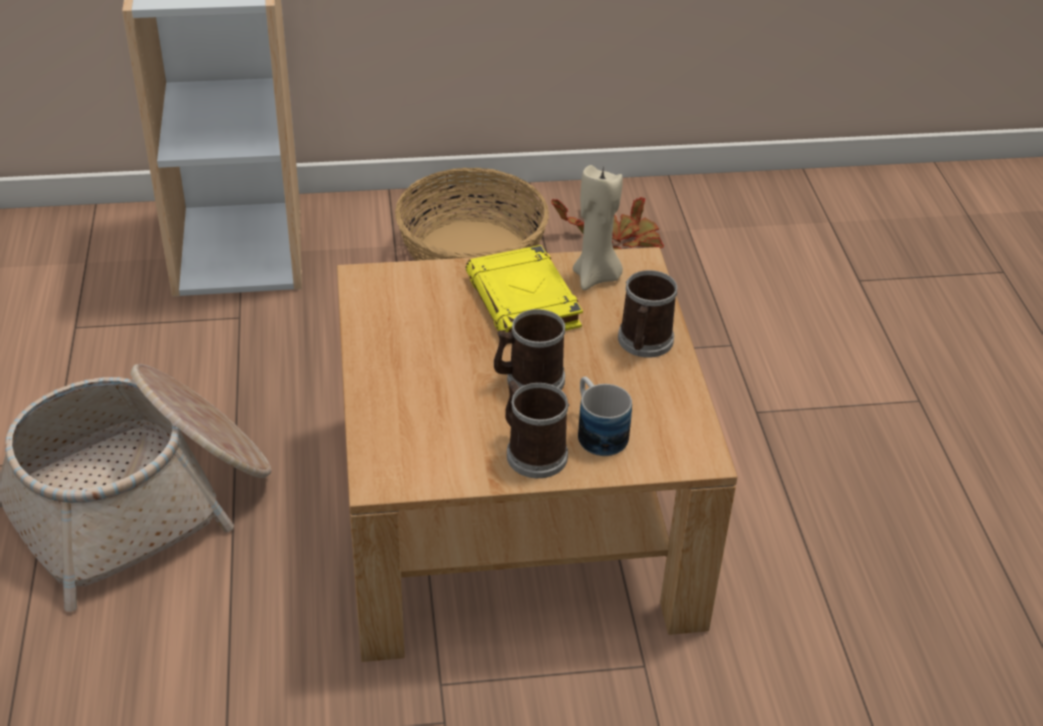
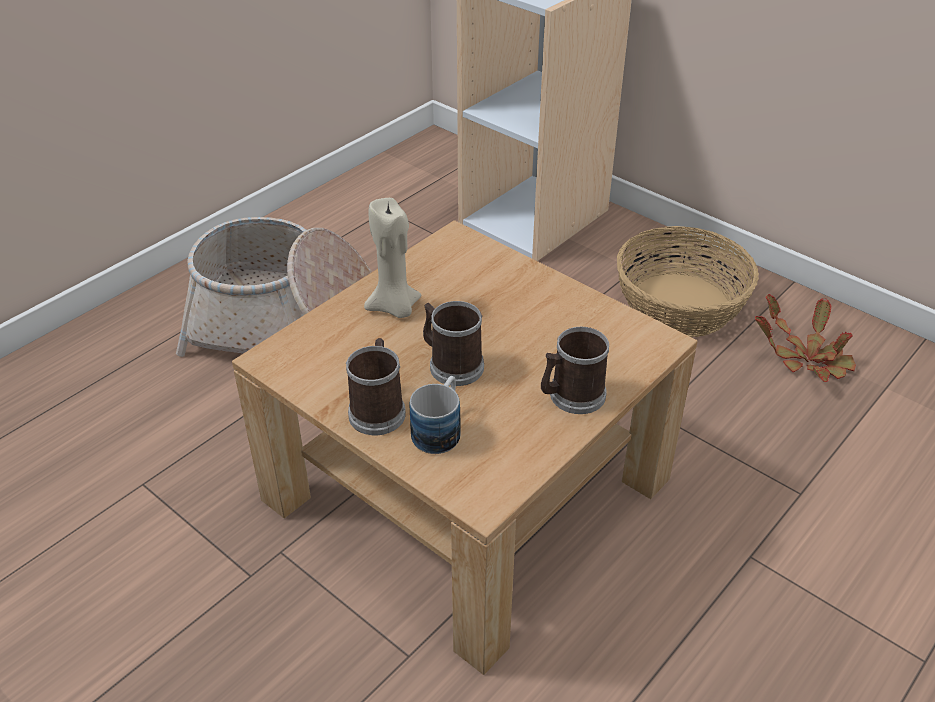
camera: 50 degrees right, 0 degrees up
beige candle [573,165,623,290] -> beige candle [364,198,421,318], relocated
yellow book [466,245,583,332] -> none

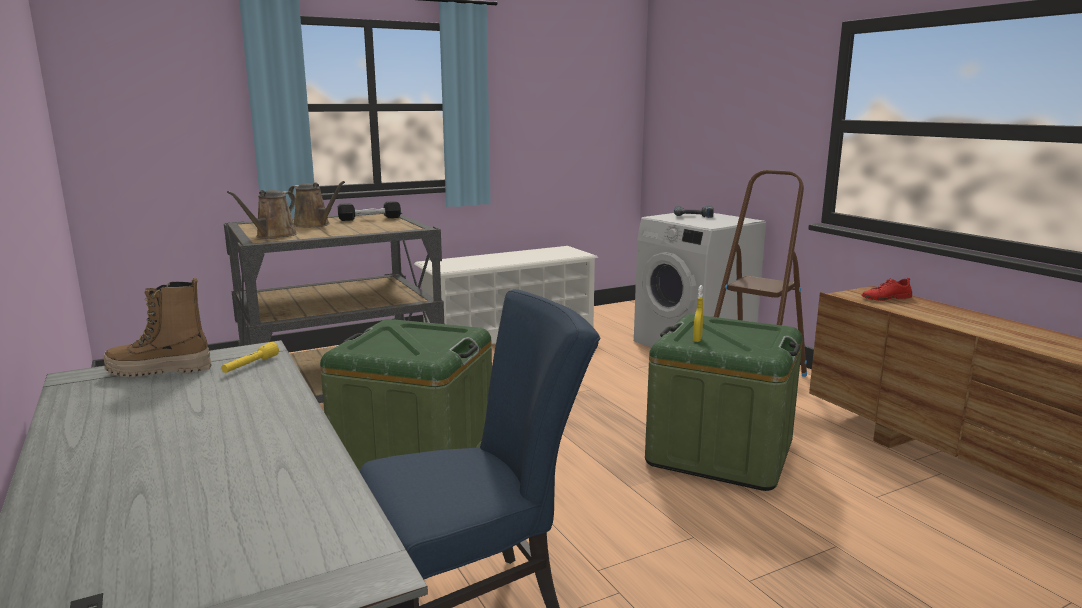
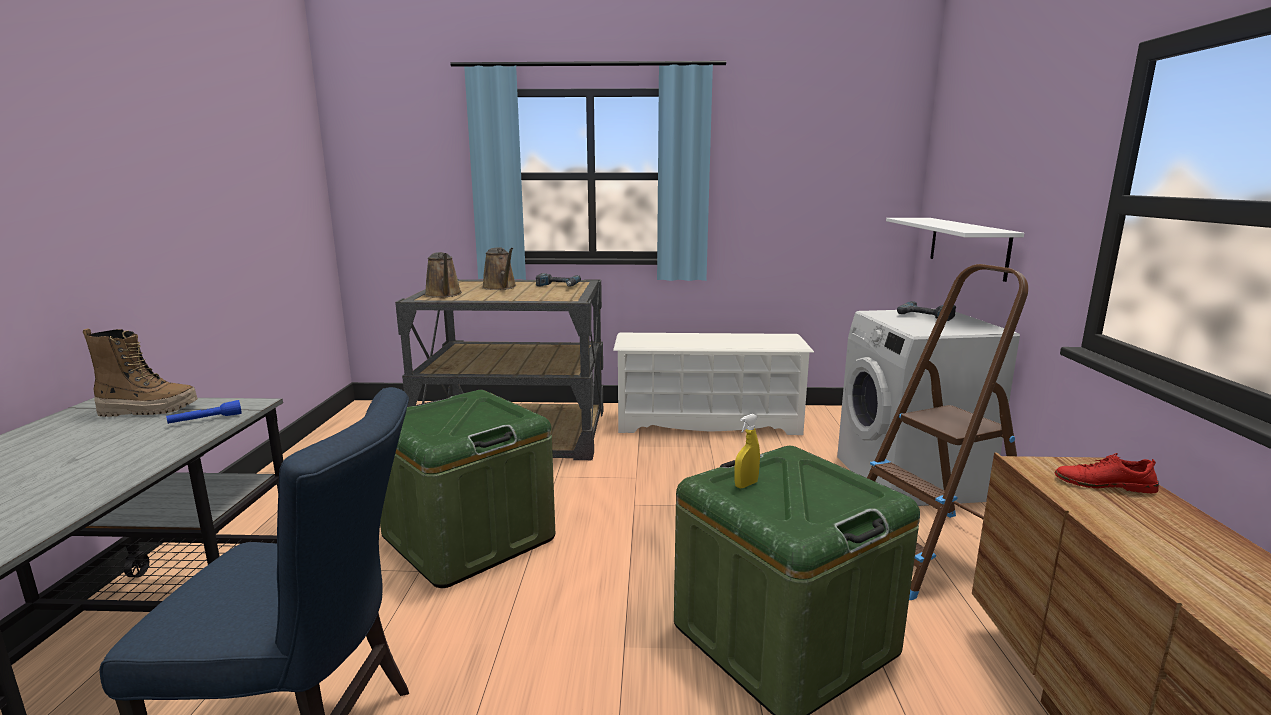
camera: 30 degrees right, 0 degrees up
boot [104,277,212,377] -> boot [83,328,198,417], 150 degrees clockwise
yellow flashlight [221,342,279,373] -> blue flashlight [166,400,242,424]
brown watering can [227,190,297,239] -> brown watering can [425,252,462,298], 75 degrees counterclockwise
black dumbbell [338,201,401,221] -> power drill [536,273,581,287]
none -> white shelf [886,218,1024,282]

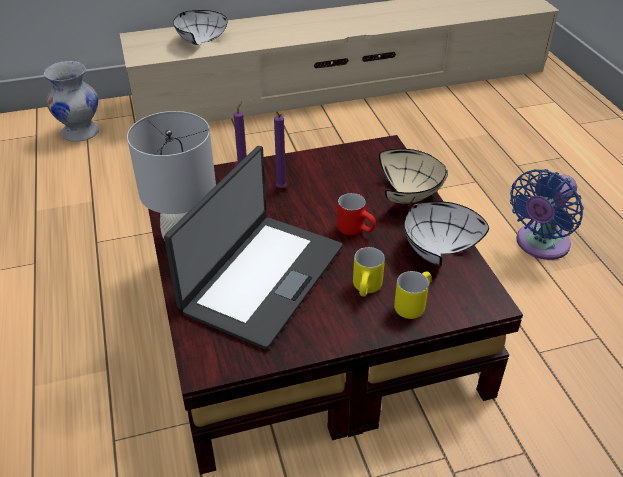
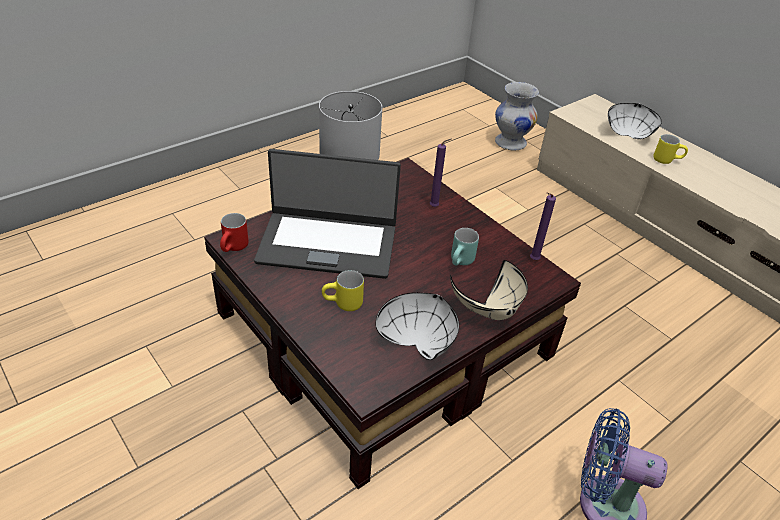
camera: 65 degrees right, 0 degrees up
red mug [337,193,376,236] -> red mug [220,213,249,252], relocated
none -> turquoise mug [451,228,479,266]
purple candle [274,114,287,188] -> purple candle [530,192,556,260], relocated
yellow mug [394,271,431,319] -> yellow mug [653,134,688,164], relocated

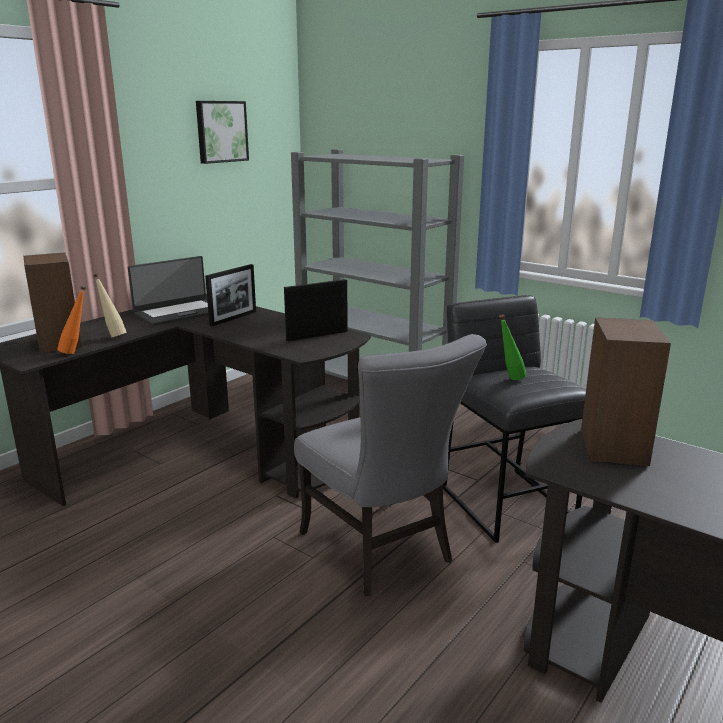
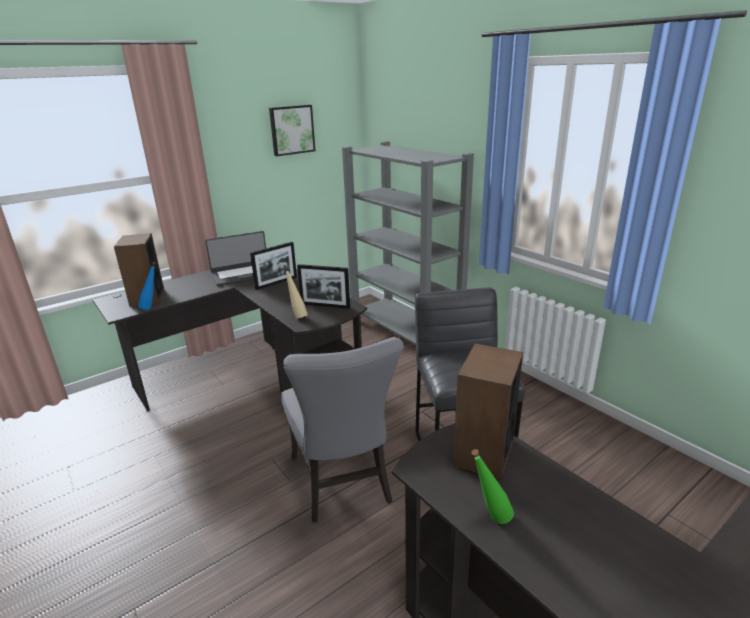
camera: 15 degrees right, 5 degrees up
orange bottle [57,286,86,354] -> blue bottle [138,262,156,310]
beige bottle [93,274,127,338] -> beige bottle [284,267,308,319], relocated
picture frame [284,279,348,342] -> picture frame [297,264,350,309], 150 degrees counterclockwise
green bottle [499,314,526,380] -> green bottle [471,449,514,524], relocated

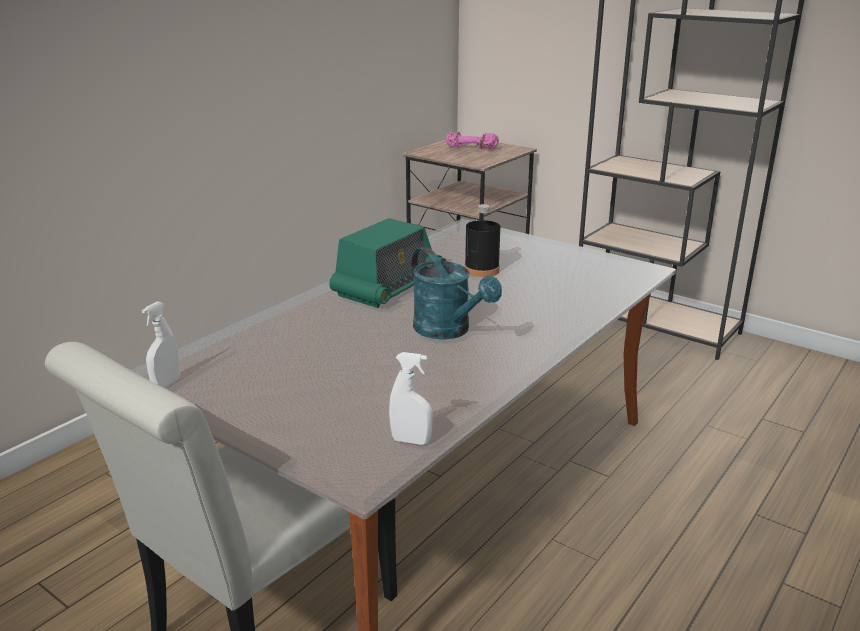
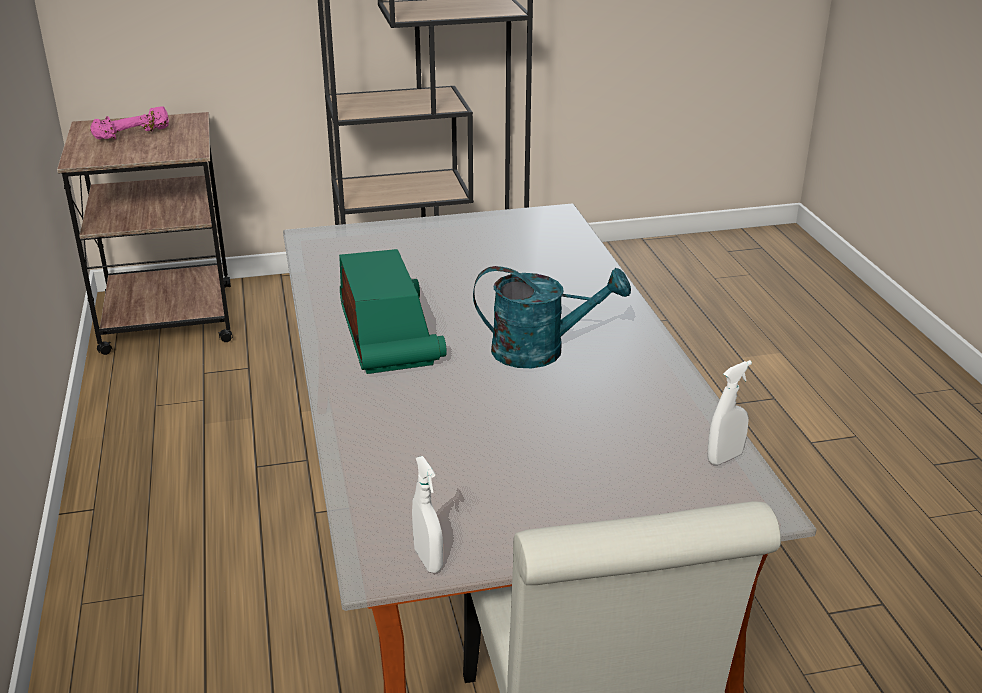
camera: 50 degrees left, 5 degrees up
black bottle [465,204,500,277] -> none

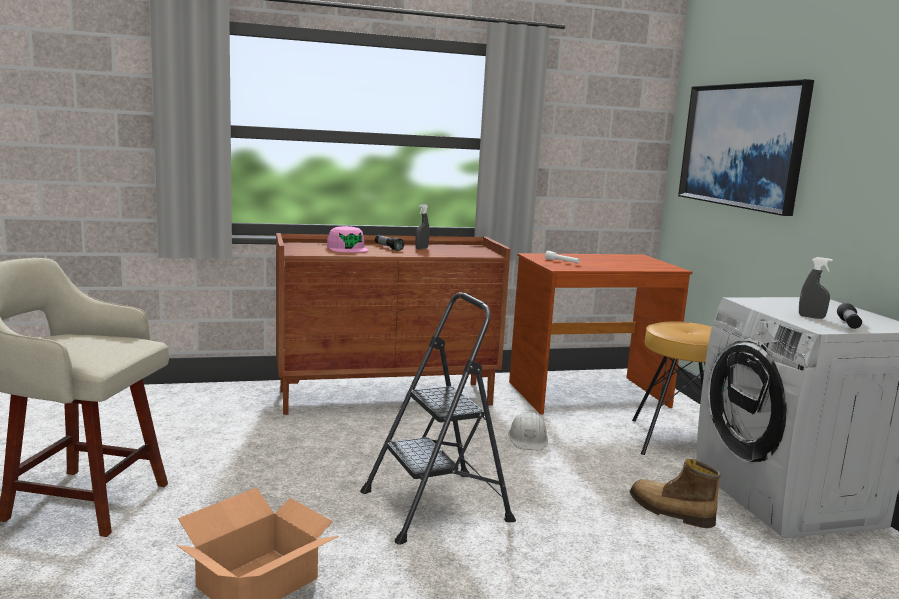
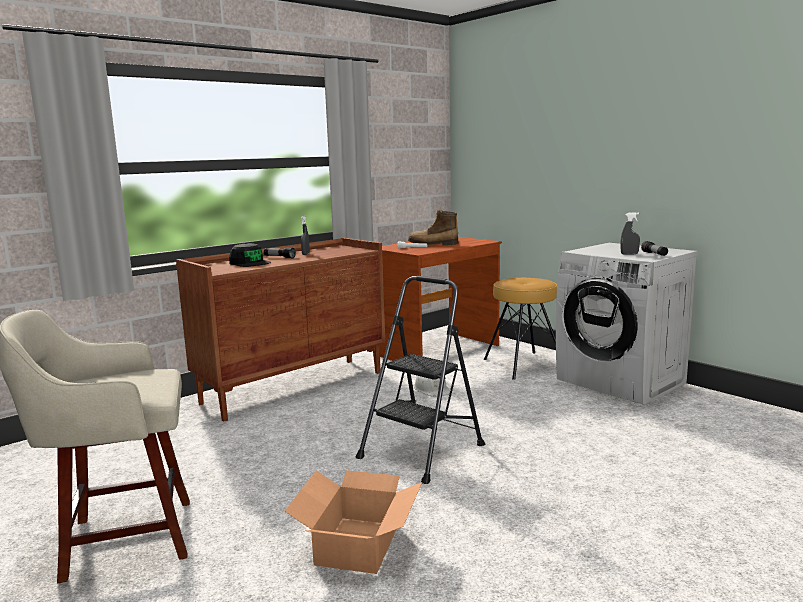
camera: 25 degrees left, 0 degrees up
pink cap [327,226,369,253] -> black cap [229,243,271,267]
boot [630,459,721,528] -> boot [408,210,459,246], relocated
picture [678,79,814,216] -> none

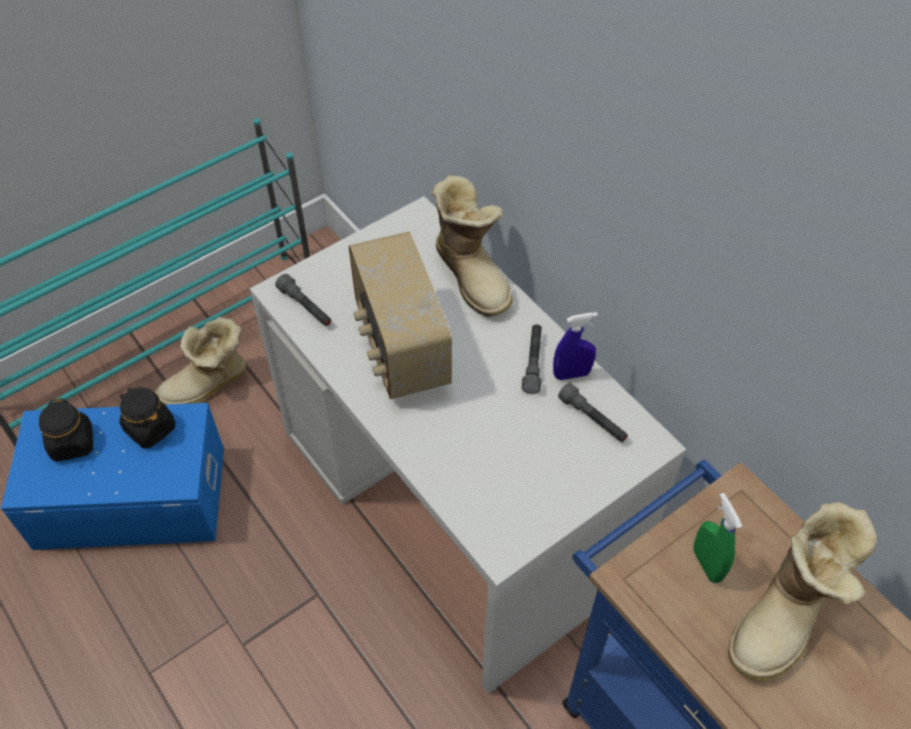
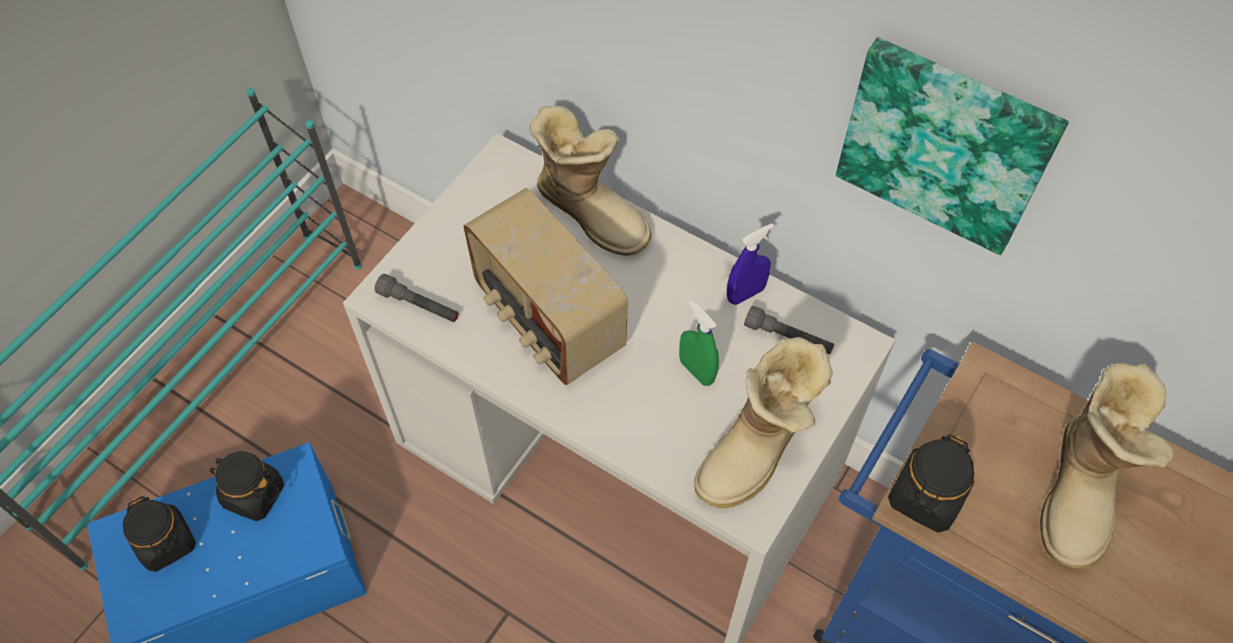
camera: 20 degrees left, 5 degrees up
green spray bottle [693,493,742,583] -> green spray bottle [679,300,719,386], relocated
boot [155,317,246,405] -> boot [694,337,833,508], relocated
none -> picture [836,37,1069,255]
none -> black jar [888,434,974,532]
grey flashlight [522,324,542,394] -> none

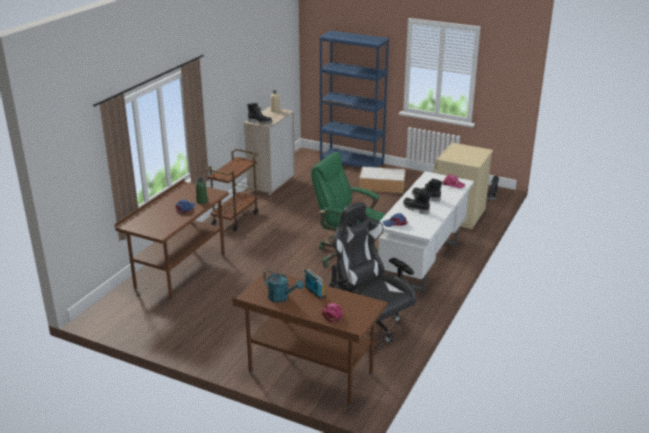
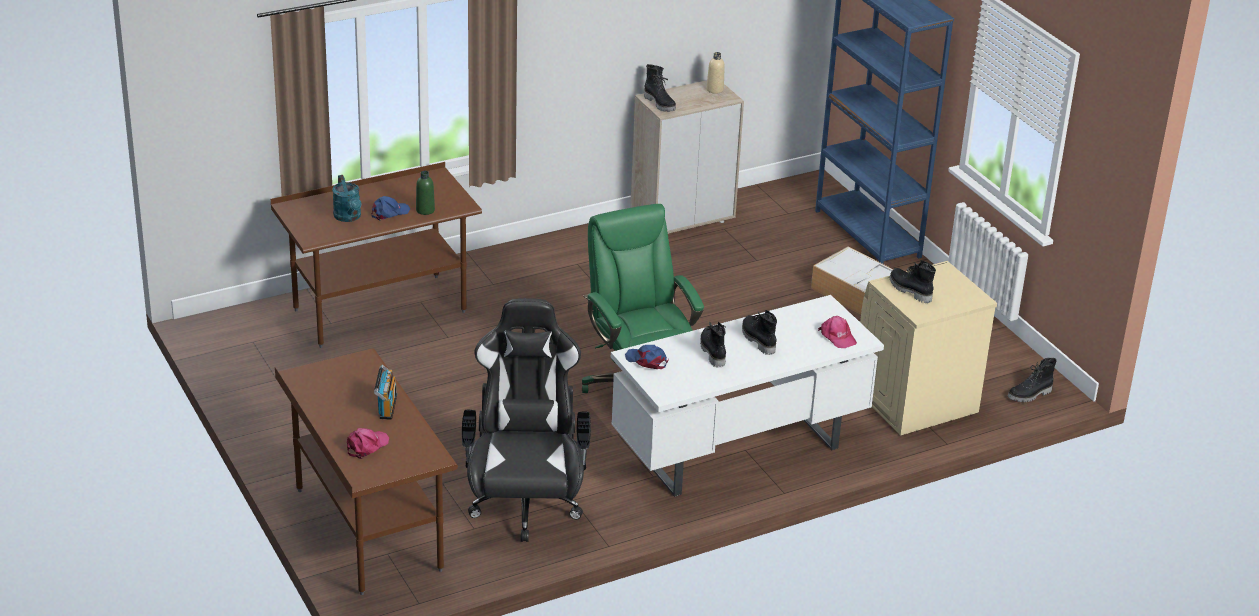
camera: 35 degrees right, 5 degrees up
turquoise watering can [264,270,303,302] -> turquoise watering can [332,175,361,222], relocated
none -> black boot [889,260,936,303]
brown cart [205,149,259,232] -> none

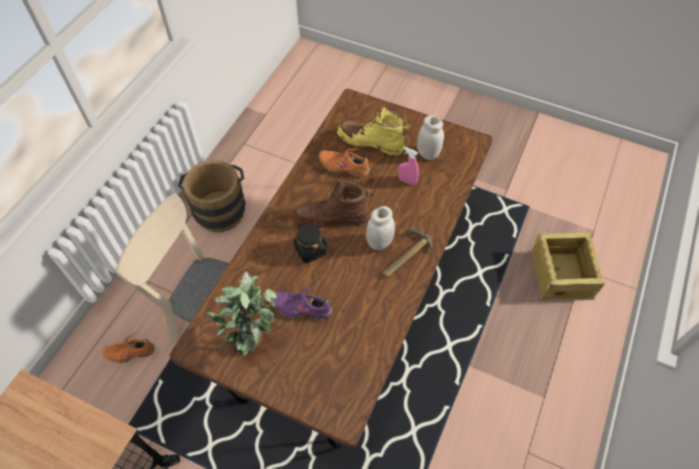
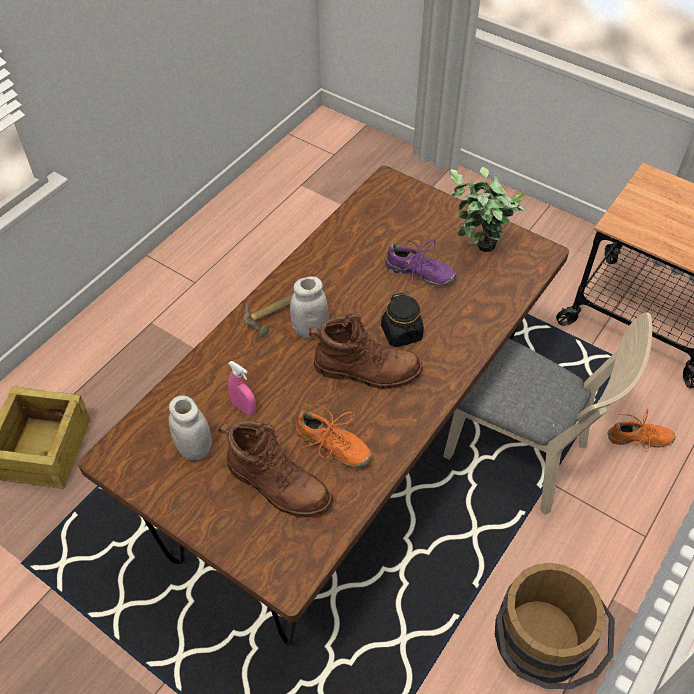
camera: 170 degrees left, 5 degrees down
yellow boot [337,106,410,156] -> brown boot [218,421,333,518]

